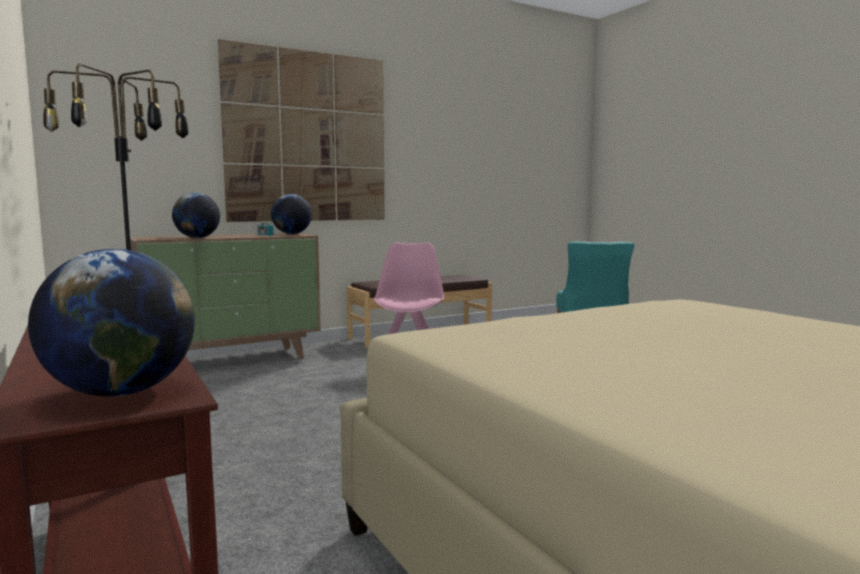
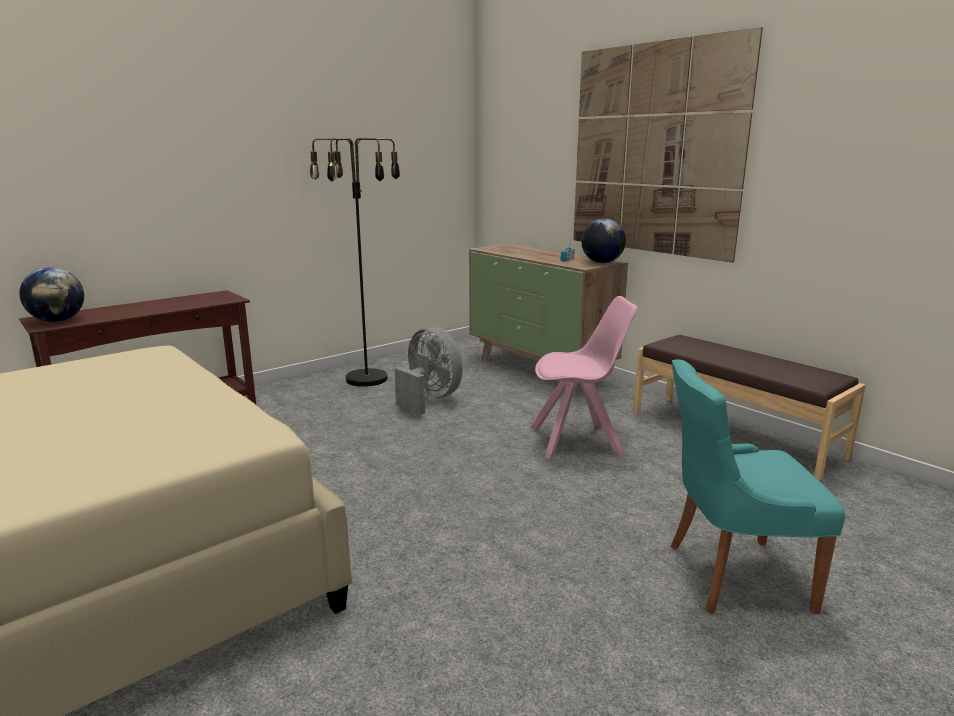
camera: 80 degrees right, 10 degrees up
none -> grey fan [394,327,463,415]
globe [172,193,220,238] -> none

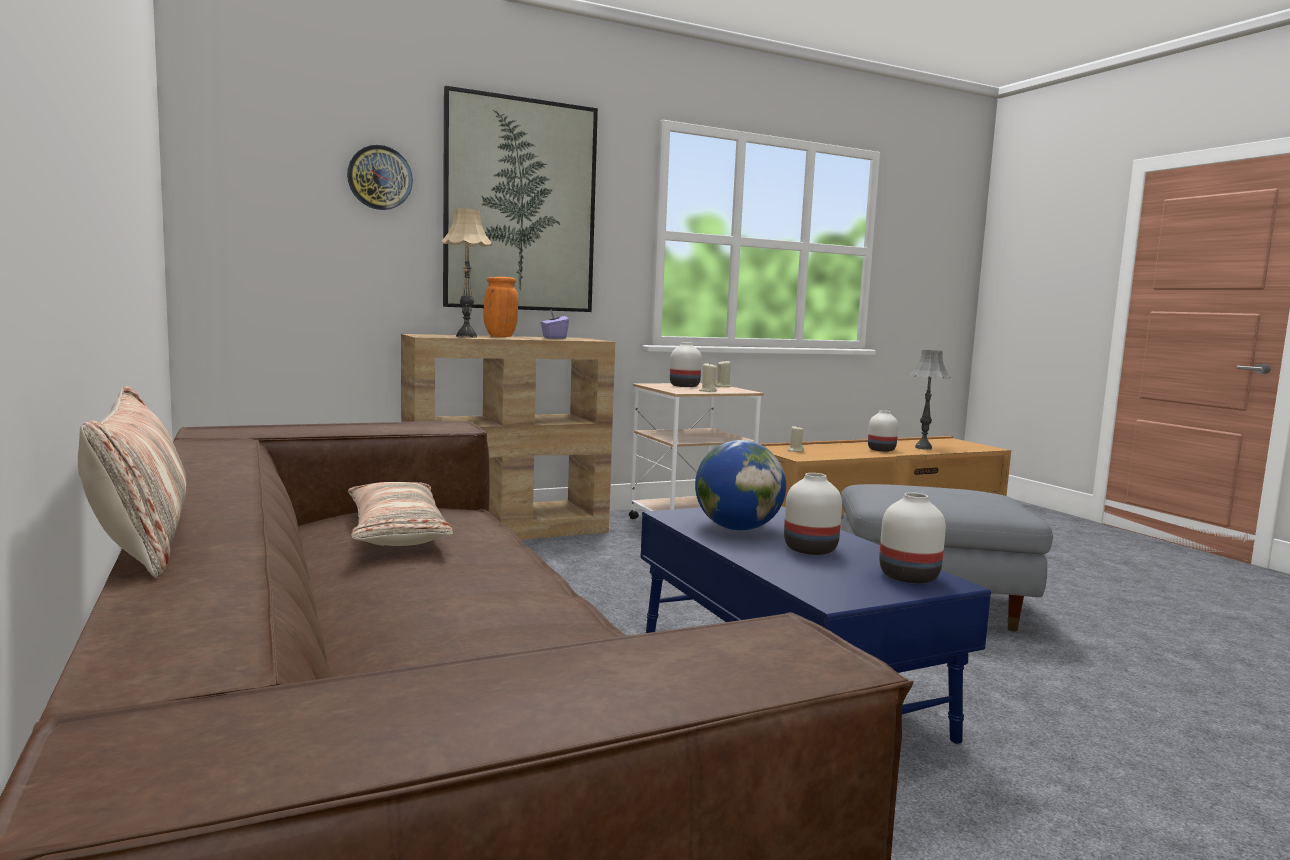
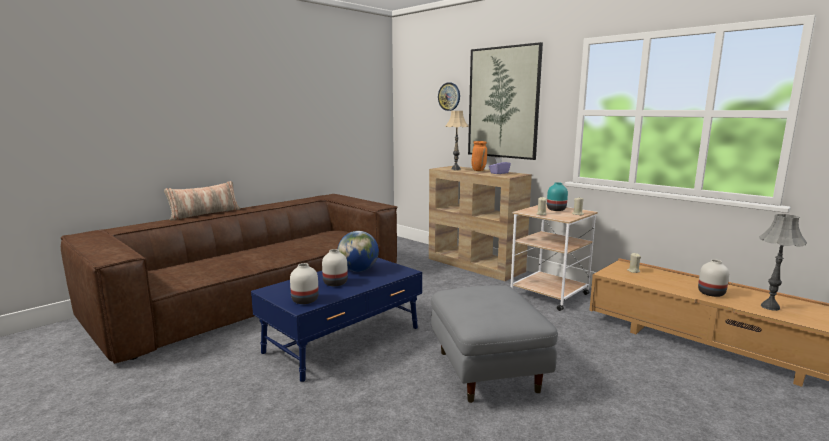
camera: 70 degrees right, 5 degrees up
white vase [670,342,702,387] -> turquoise vase [547,182,568,211]
pillow [348,482,453,546] -> none

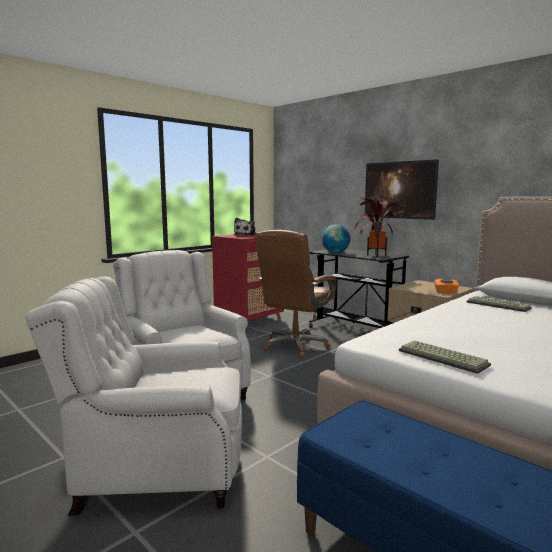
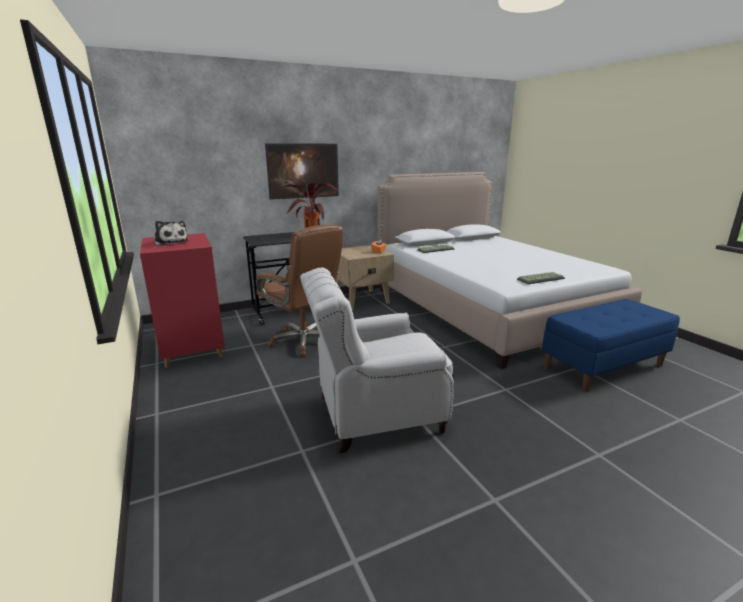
camera: 70 degrees left, 10 degrees up
white armchair [26,277,242,516] -> none
globe [322,224,350,253] -> none

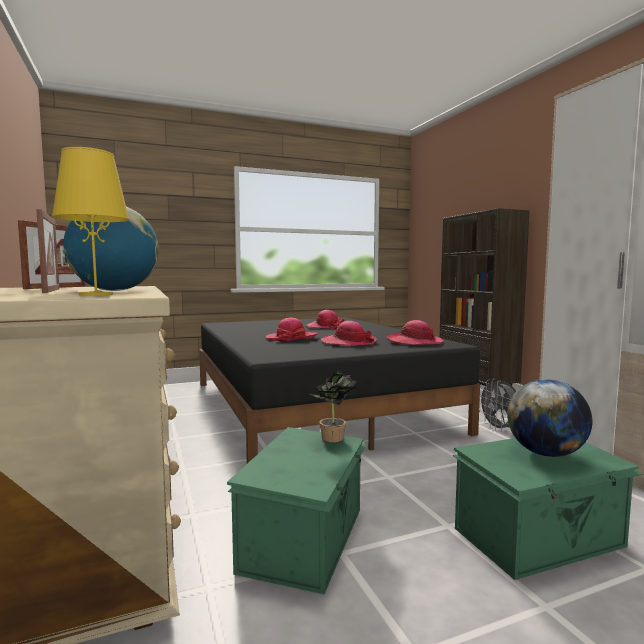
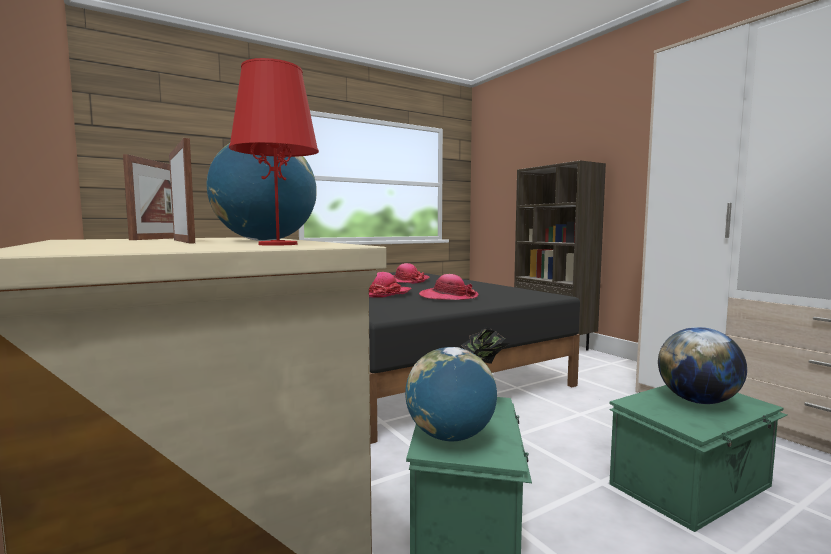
camera: 10 degrees left, 0 degrees up
yellow table lamp [52,147,130,296] -> red table lamp [229,58,319,246]
none -> globe [405,347,497,441]
hat [387,320,444,345] -> none
grey fan [479,379,516,432] -> none

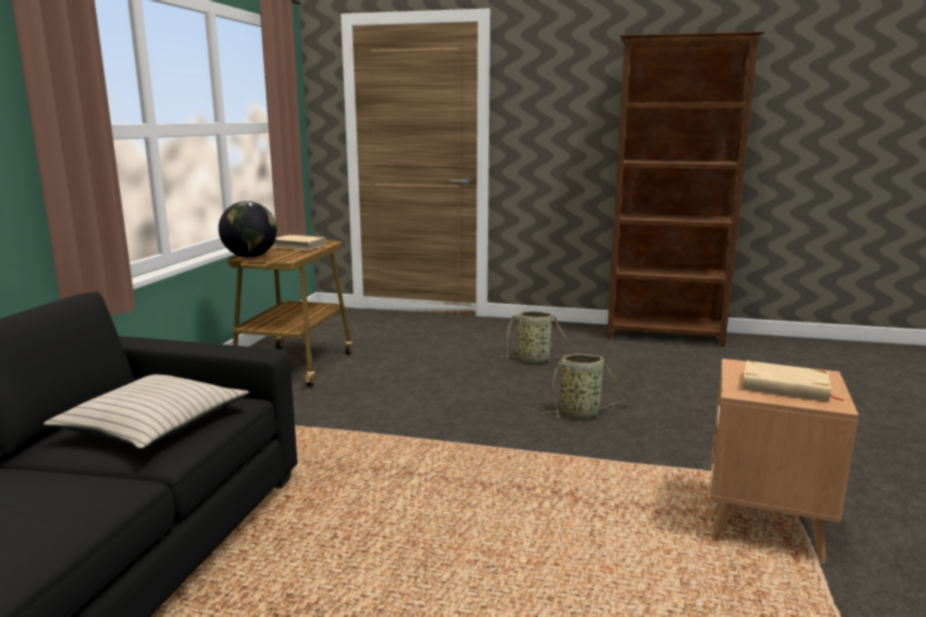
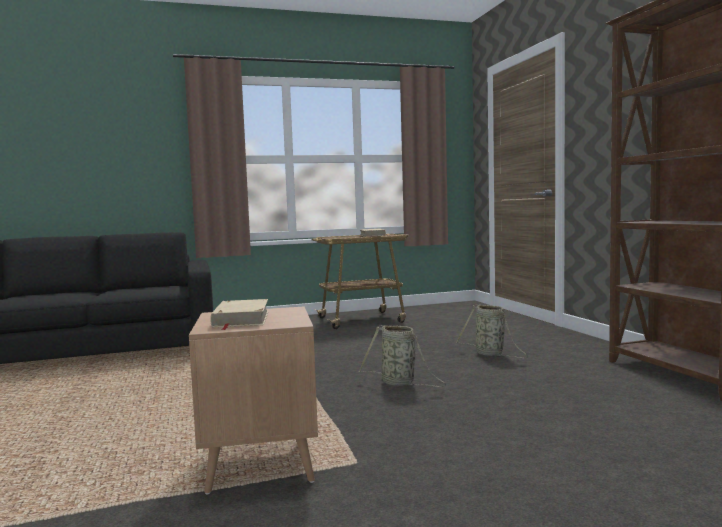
camera: 60 degrees right, 10 degrees down
beige pillow [44,374,249,449] -> none
globe [218,201,277,257] -> none

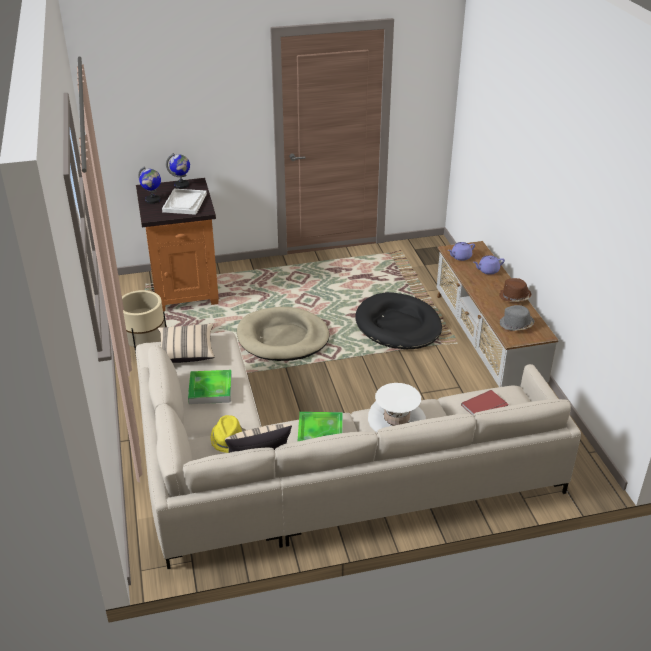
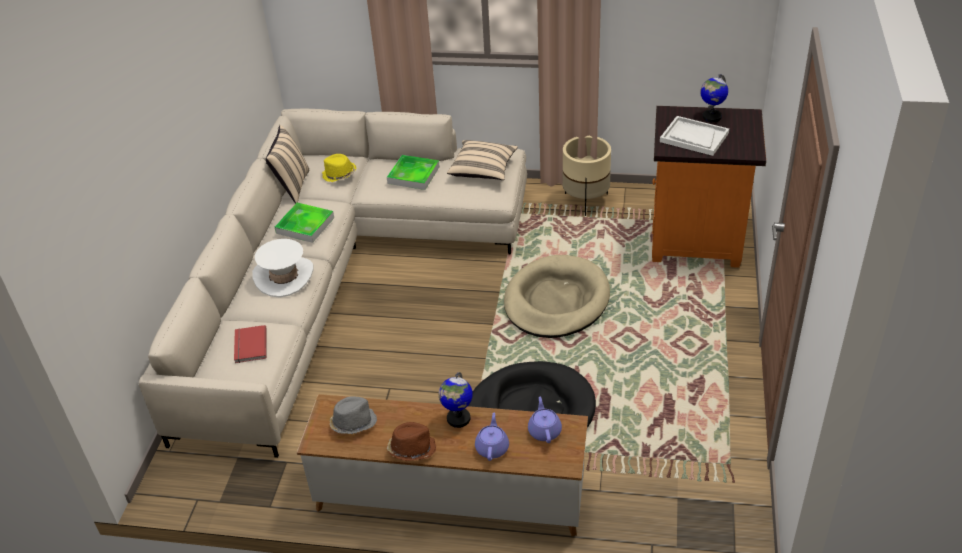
camera: 115 degrees right, 5 degrees up
globe [166,153,190,189] -> globe [439,372,473,428], relocated

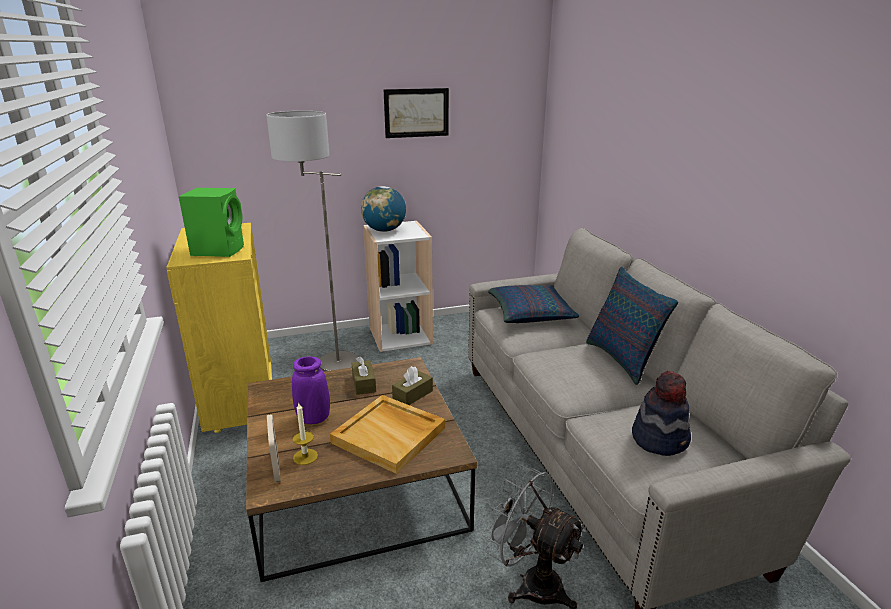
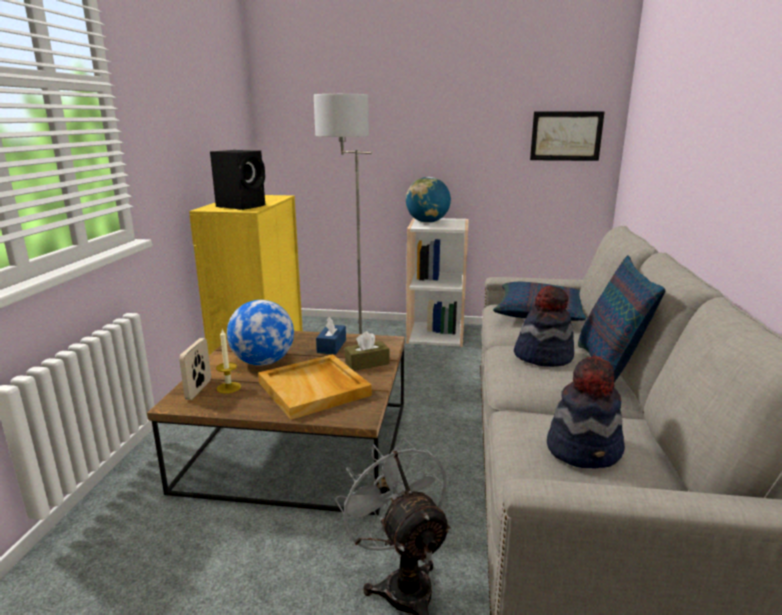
camera: 25 degrees right, 5 degrees down
green speaker [179,188,244,257] -> black speaker [210,150,265,210]
purple vase [292,357,330,424] -> globe [227,300,294,366]
brown tissue box [352,357,376,395] -> blue tissue box [316,317,346,355]
none -> hat [514,285,574,367]
picture [384,88,449,138] -> picture [530,111,605,161], relocated

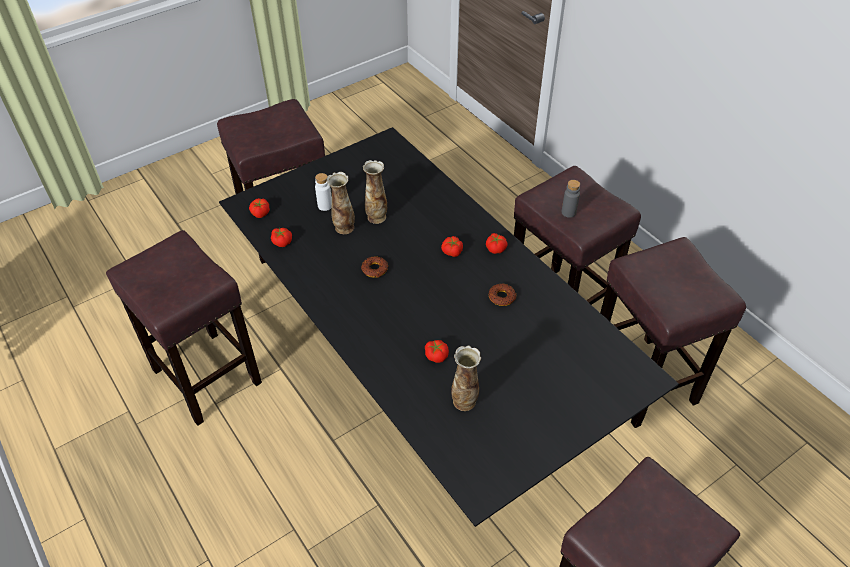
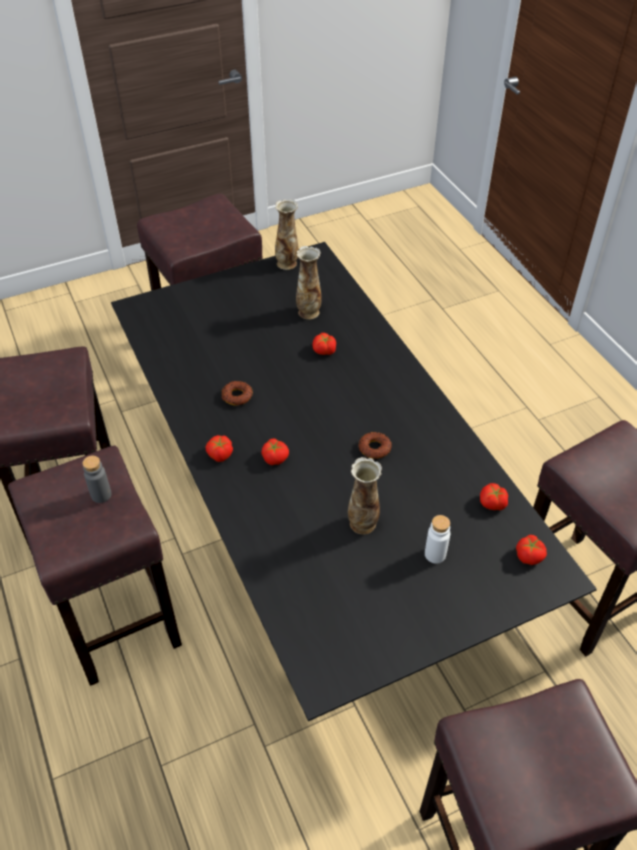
camera: 170 degrees left, 0 degrees up
vase [327,172,355,234] -> vase [275,199,299,270], relocated

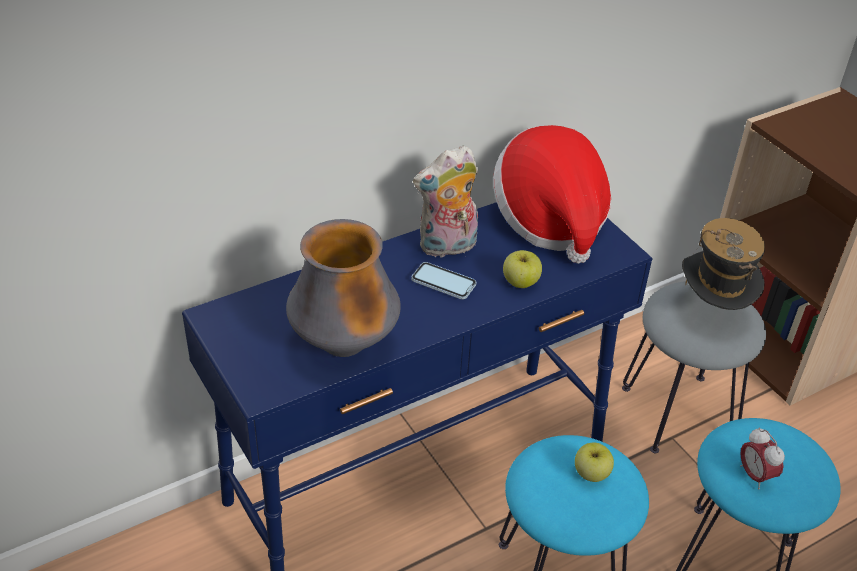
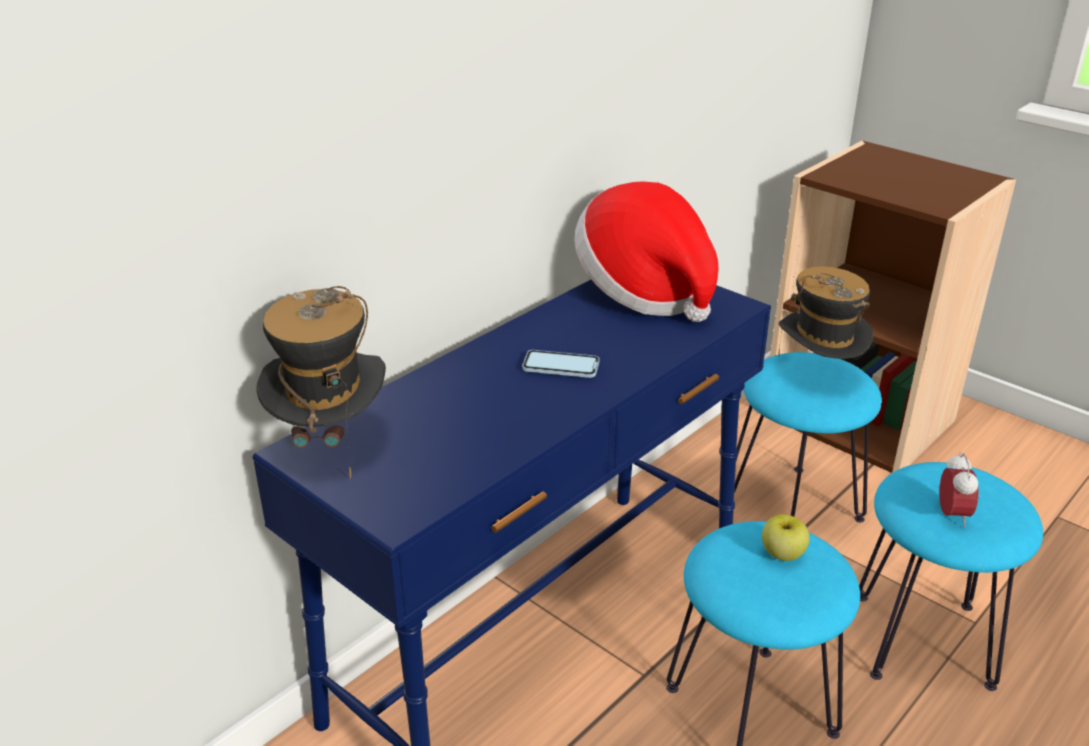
camera: 15 degrees left, 10 degrees down
none -> hat [256,286,386,479]
grey stool [622,281,766,453] -> turquoise stool [734,352,882,522]
alarm clock [740,427,785,489] -> alarm clock [939,453,979,528], 135 degrees counterclockwise
vase [286,219,401,357] -> none
plush toy [413,145,478,258] -> none
apple [503,250,542,288] -> none

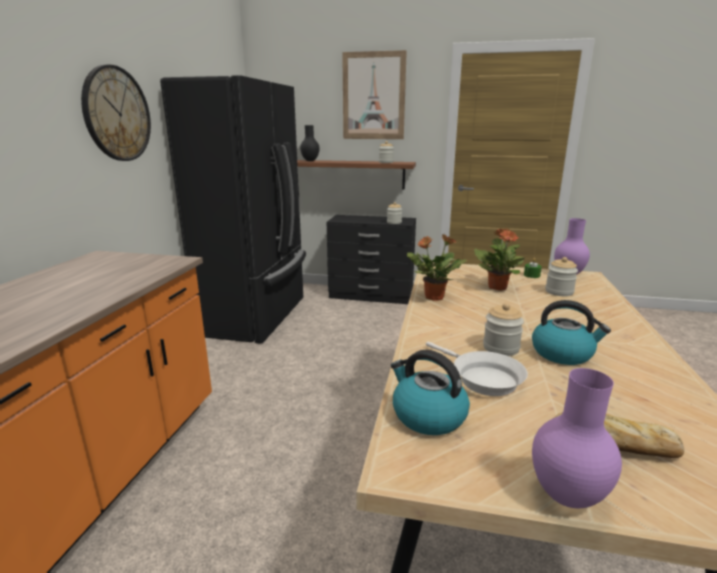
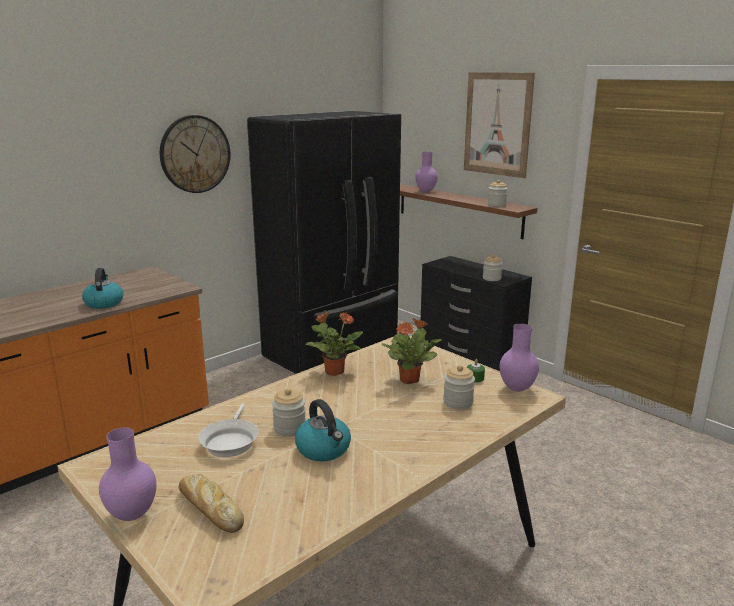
camera: 35 degrees right, 0 degrees up
kettle [391,350,470,435] -> kettle [82,268,123,309], relocated
black vase [300,125,320,161] -> purple vase [415,152,438,192]

